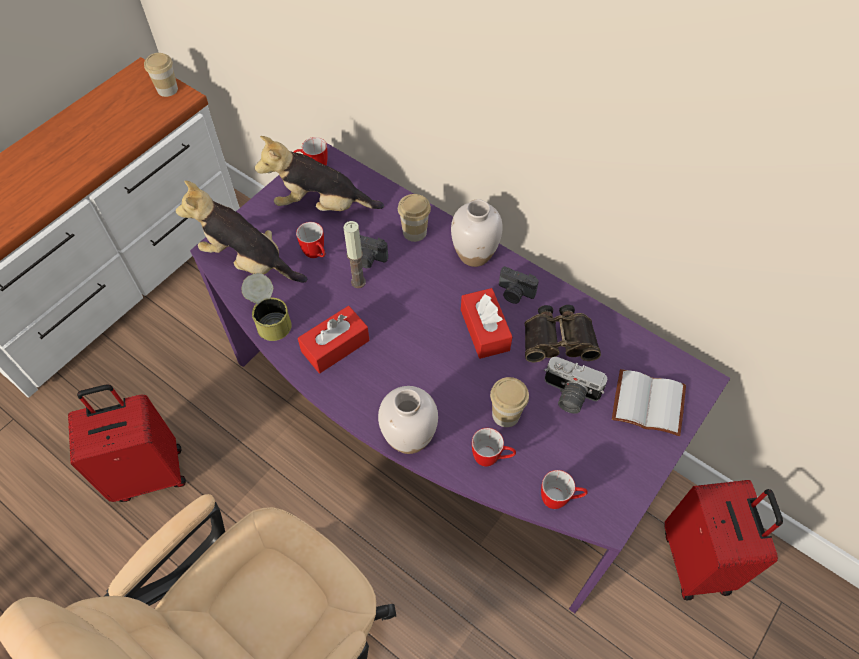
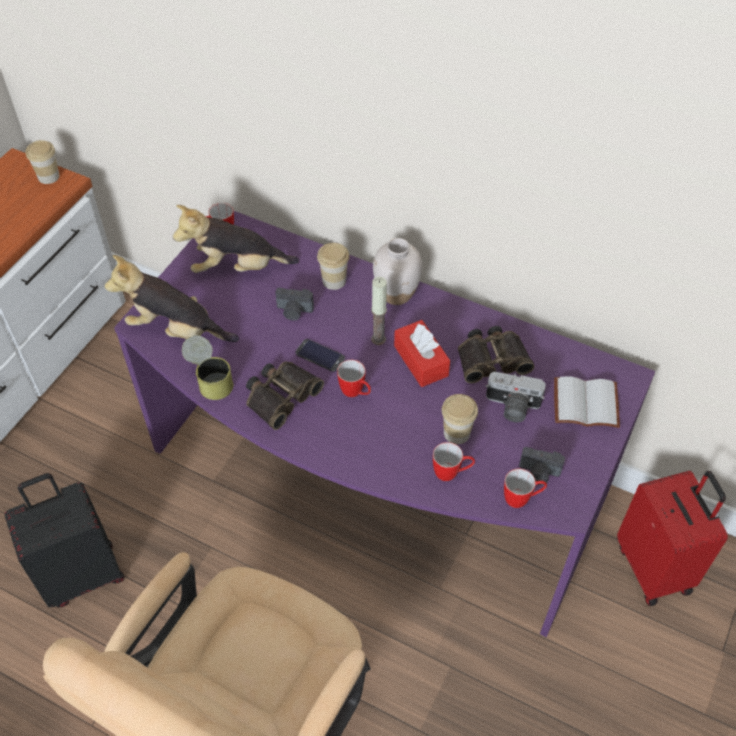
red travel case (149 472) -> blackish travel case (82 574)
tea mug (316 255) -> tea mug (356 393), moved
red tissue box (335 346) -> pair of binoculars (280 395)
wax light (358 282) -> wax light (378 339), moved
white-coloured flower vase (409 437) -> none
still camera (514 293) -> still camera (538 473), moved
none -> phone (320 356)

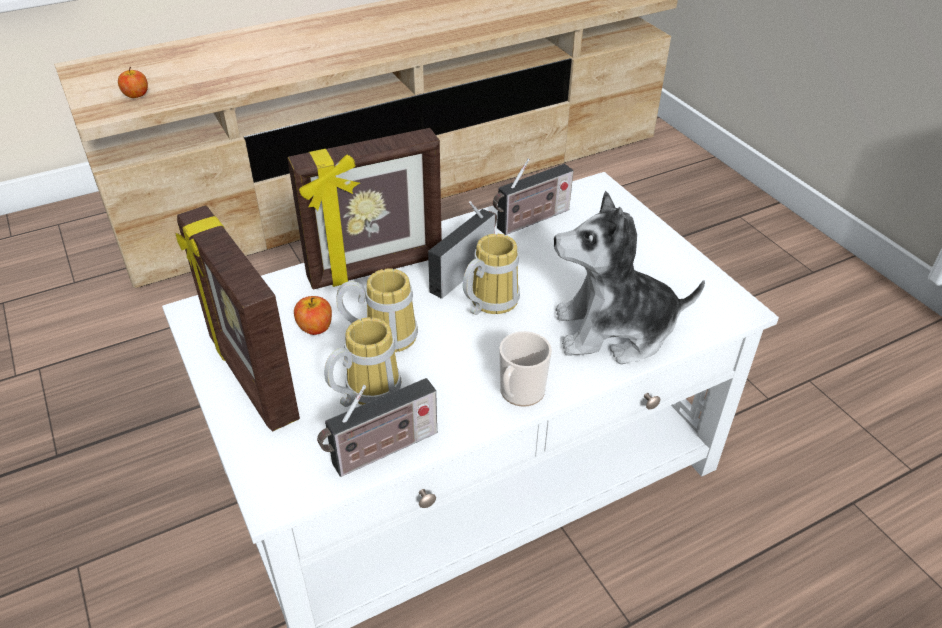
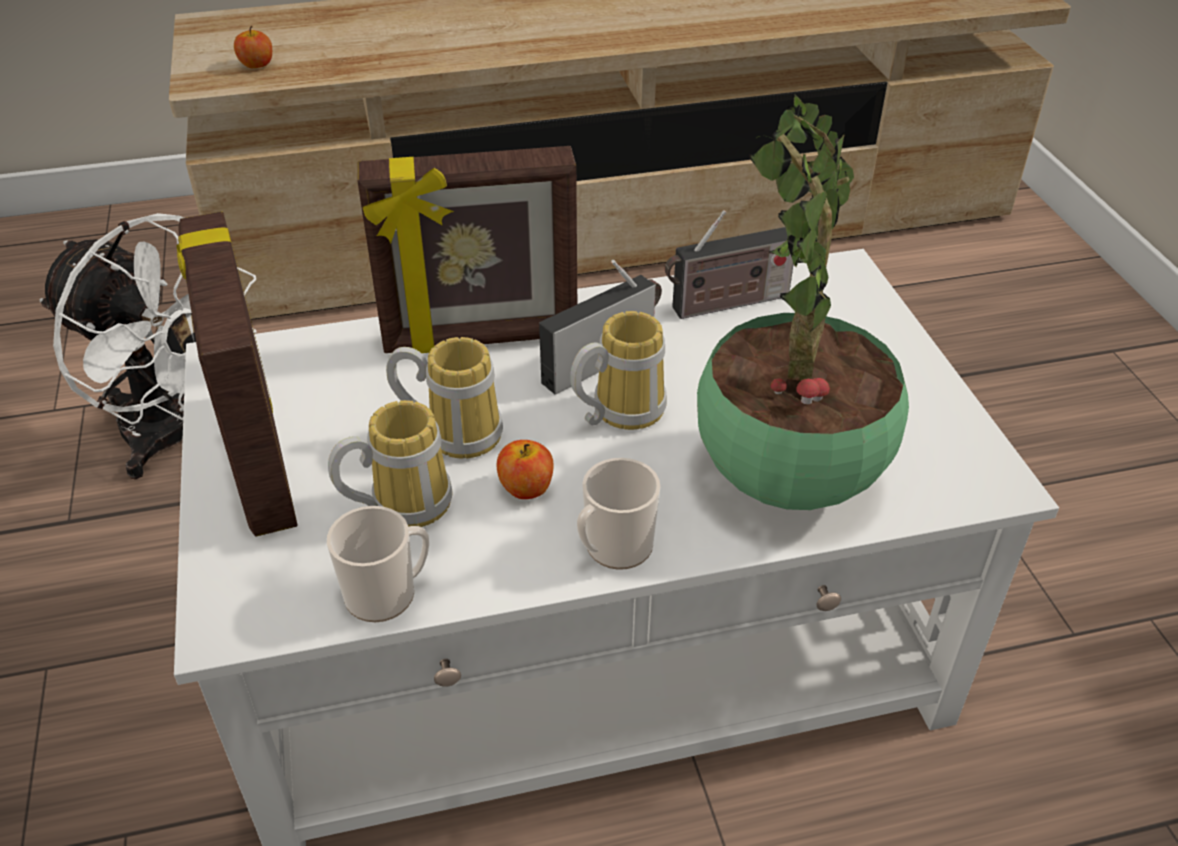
apple (315 328) -> apple (526 488), moved
radio (381 451) -> tea mug (388 593)
cuddly toy (614 331) -> houseplant (788 484)
none -> white-coloured cooling fan (178 436)

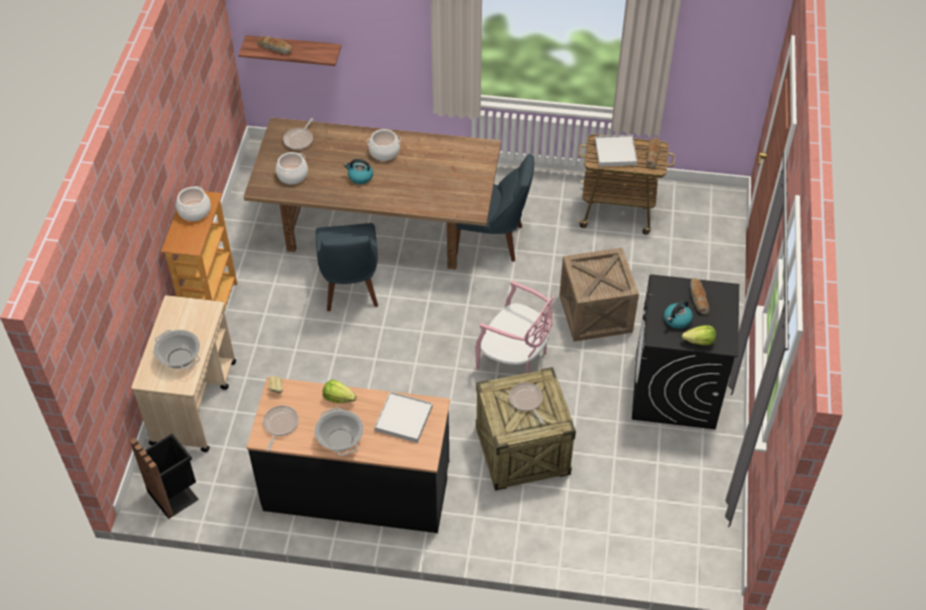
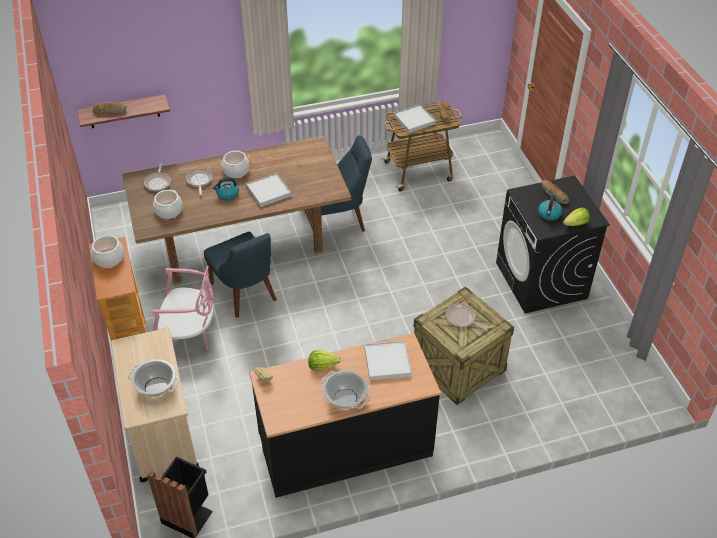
skillet (280 425) -> skillet (199 181), moved
pinkish plain chair (514 358) -> pinkish plain chair (189 335), moved
crate (595 313) -> none
none -> white-coloured tray (268 191)

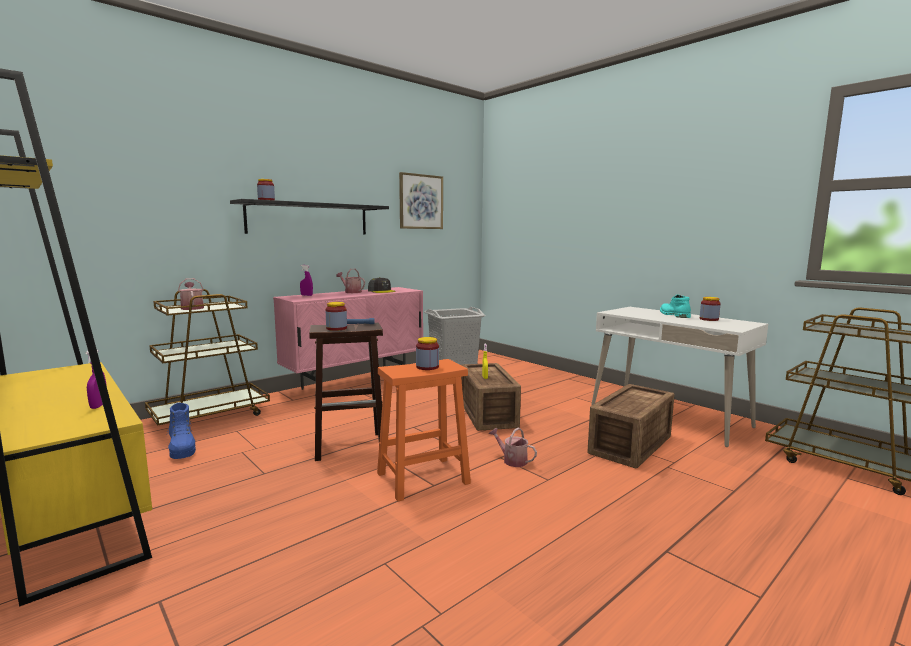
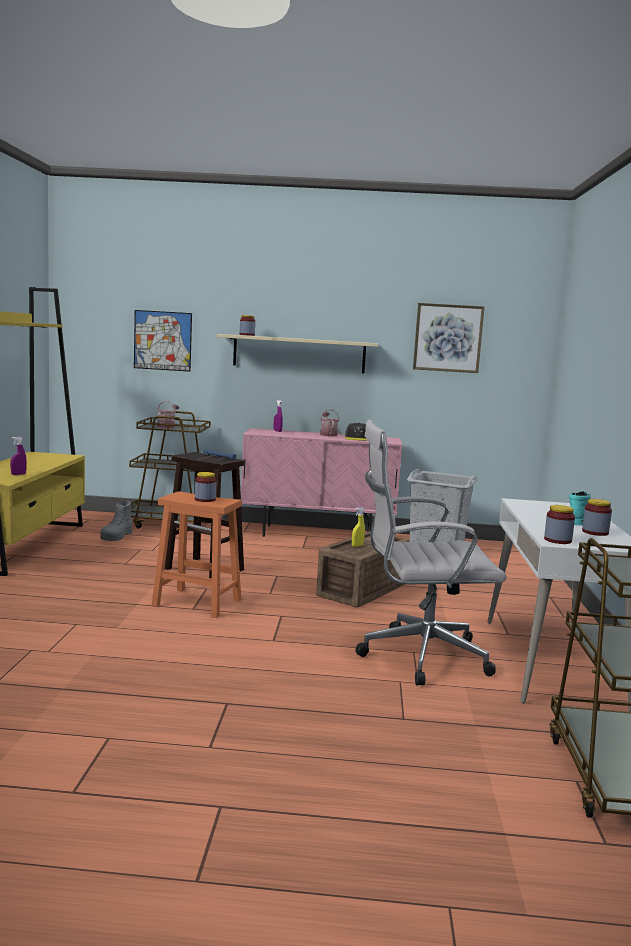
blue high-top boot (182 449) -> greyish high-top boot (116 537)
blackish bracket shelf (309 219) -> sand-coloured bracket shelf (299 354)
storage jar (336 328) -> storage jar (557 540), moved
watering can (512 460) -> none
crate (628 445) -> white-coloured desk chair (418 656)
none -> picture (162 340)

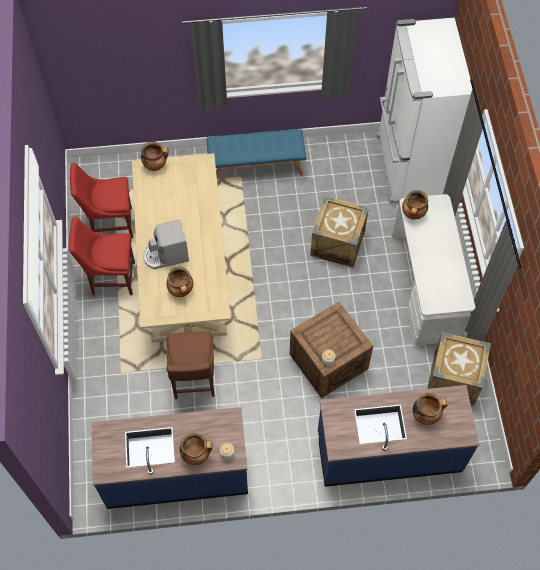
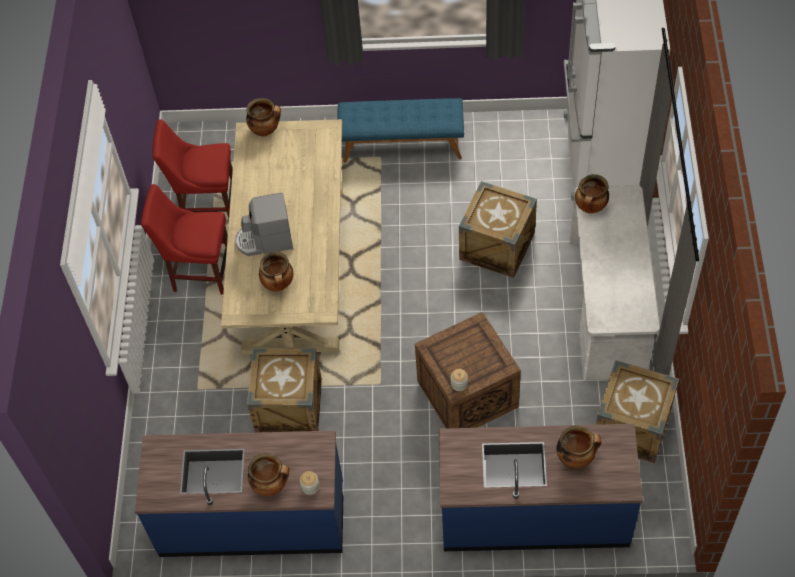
brownish plain chair (193 381) -> crate (289 406)

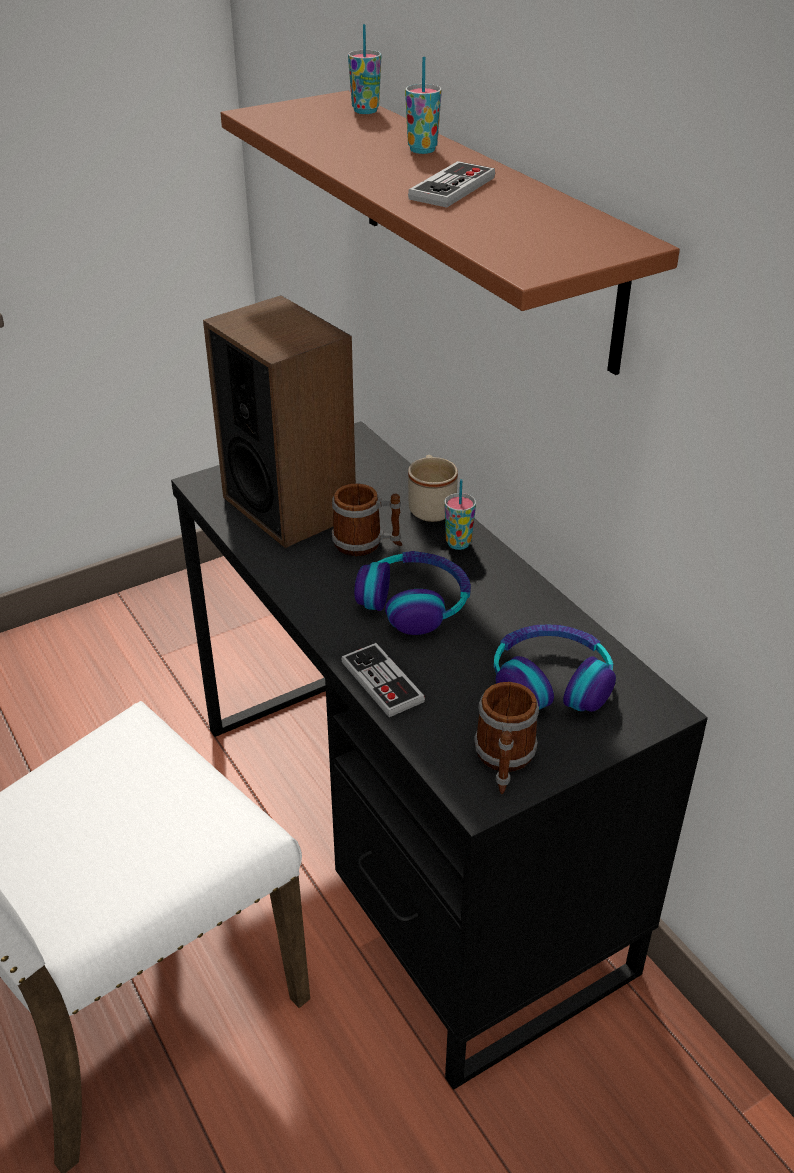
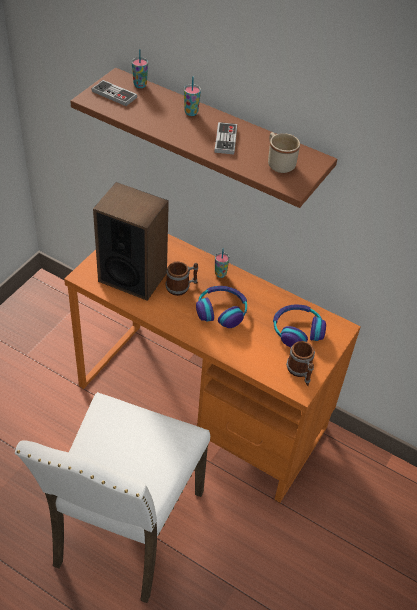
blackish desk table (402 840) -> orange-coloured desk table (201 407)
game controller (382 682) -> game controller (114 94), moved
sand-coloured tea mug (431 506) -> sand-coloured tea mug (279 162), moved

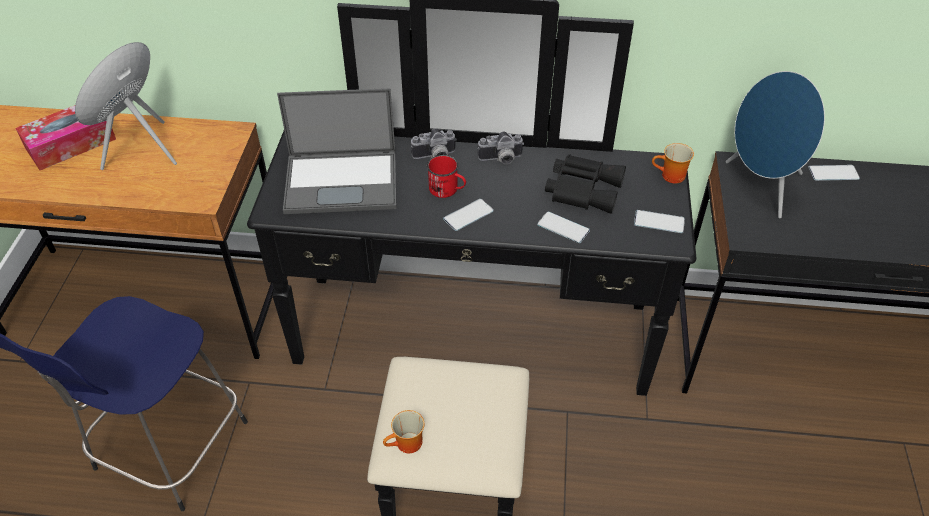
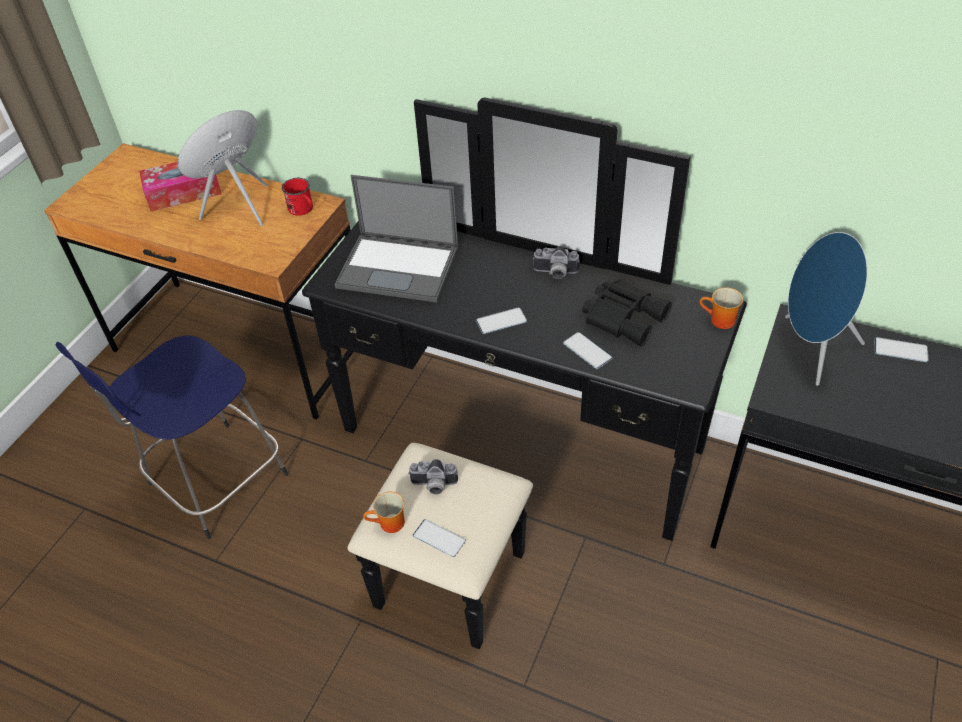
still camera (435 157) -> still camera (433 486), moved
red tea mug (447 190) -> red tea mug (303 210), moved
phone (659 222) -> phone (439 538), moved

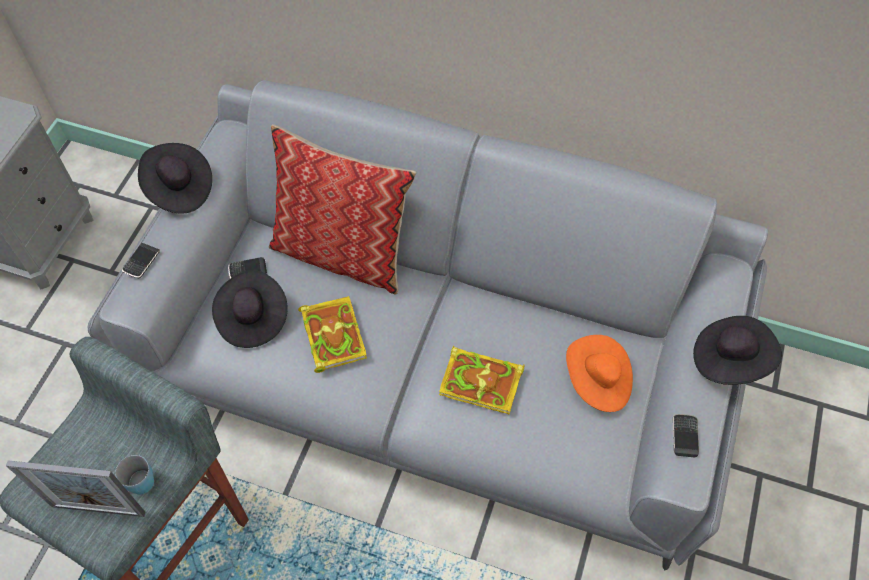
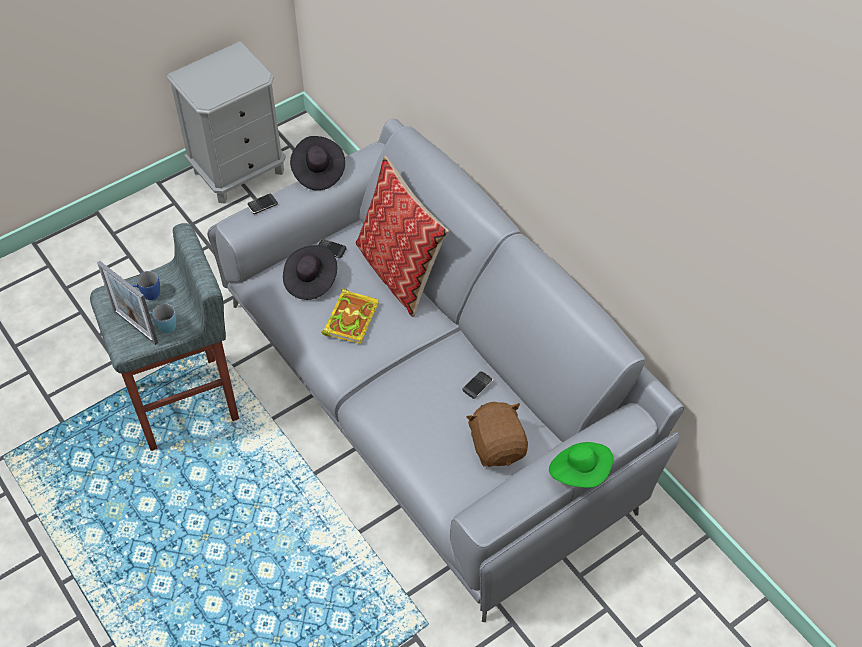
bound book (483 382) -> none
orange-coloured hat (597 382) -> brownish cuddly toy (497 446)
phone (684 436) -> phone (477 386), moved
blackish hat (729 359) -> green-coloured hat (580 472)
none -> blue tea mug (147 295)

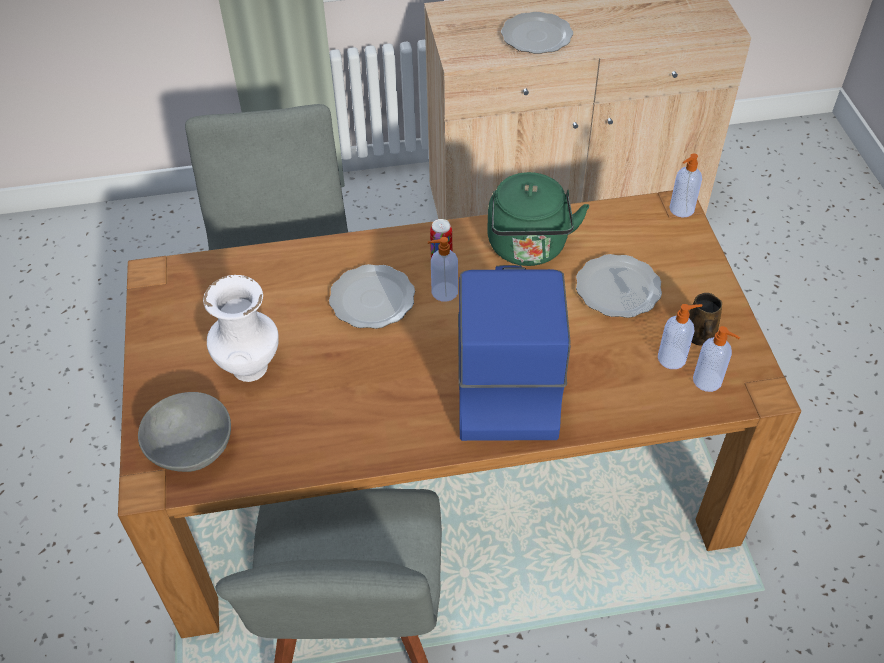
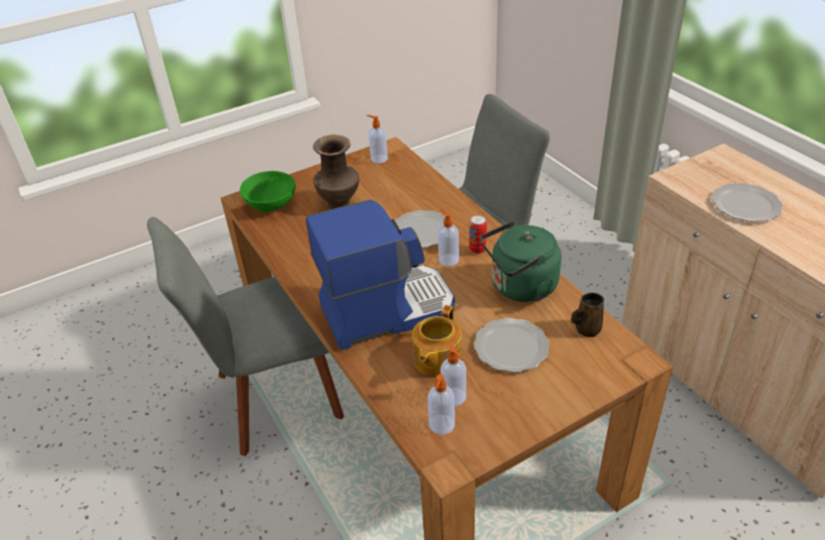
greyish bowl (192 449) -> green-coloured bowl (271 204)
white-coloured flower vase (249 366) -> brownish flower vase (339 203)
soap dispenser (681 209) -> soap dispenser (378 159), moved
brownish tea mug (699 337) -> brownish tea mug (586 329), moved
none -> pot for tea (436 360)

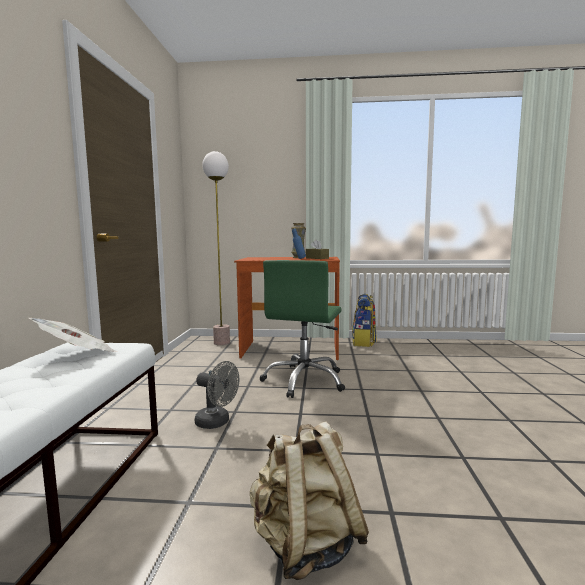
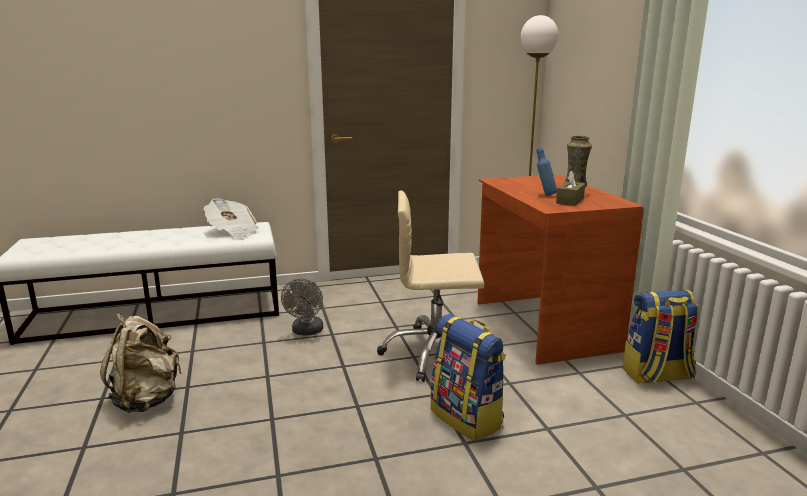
green-coloured desk chair (304 381) -> sand-coloured desk chair (435 353)
none -> knapsack (467 418)

